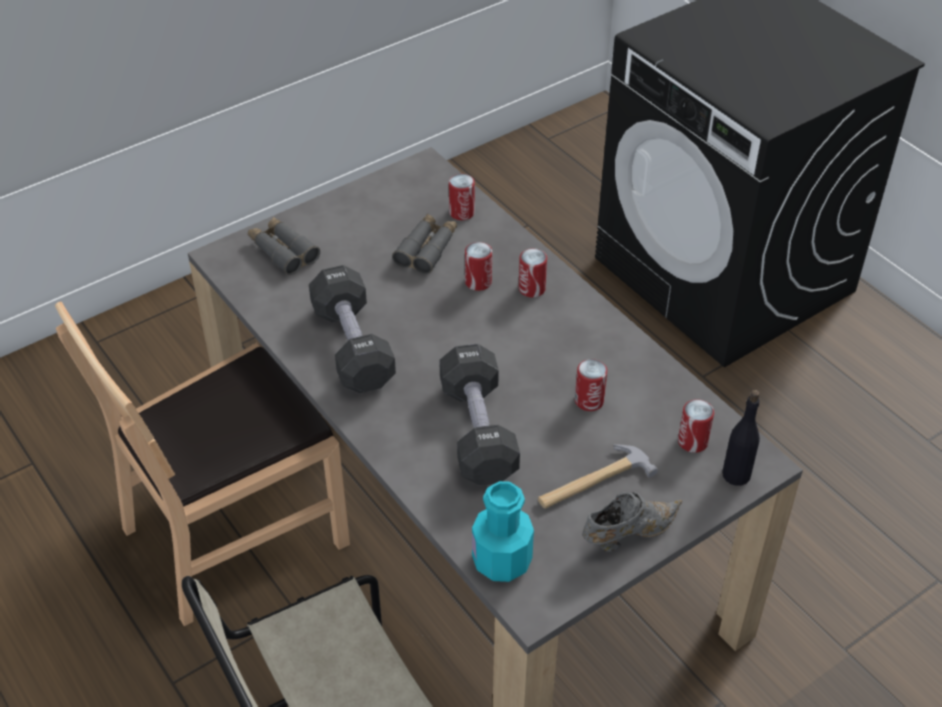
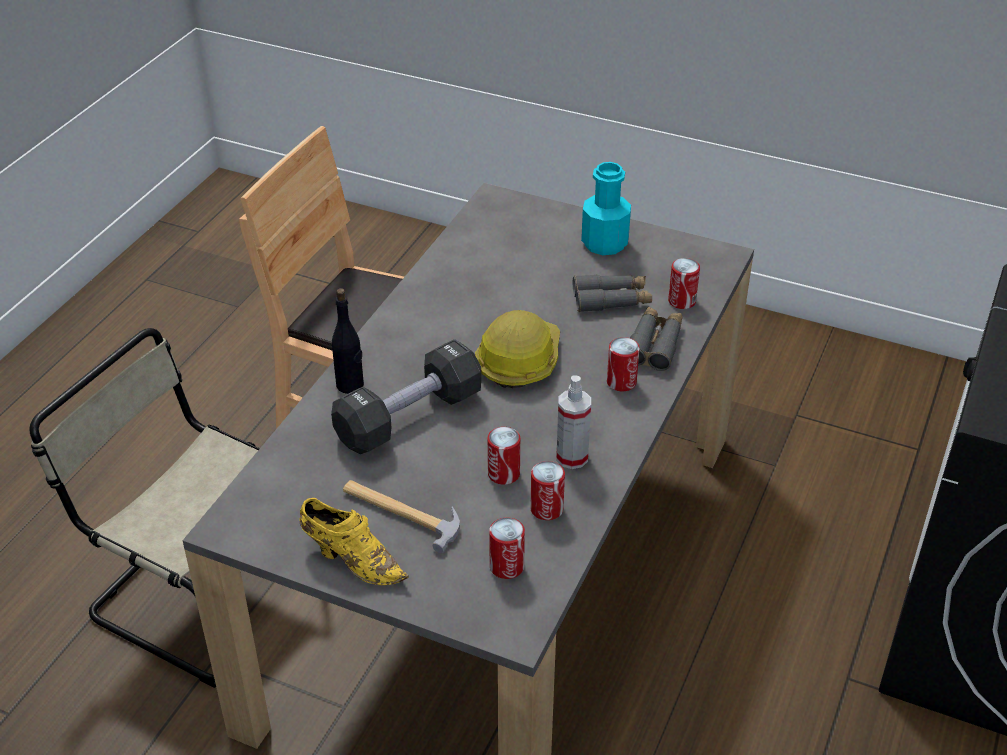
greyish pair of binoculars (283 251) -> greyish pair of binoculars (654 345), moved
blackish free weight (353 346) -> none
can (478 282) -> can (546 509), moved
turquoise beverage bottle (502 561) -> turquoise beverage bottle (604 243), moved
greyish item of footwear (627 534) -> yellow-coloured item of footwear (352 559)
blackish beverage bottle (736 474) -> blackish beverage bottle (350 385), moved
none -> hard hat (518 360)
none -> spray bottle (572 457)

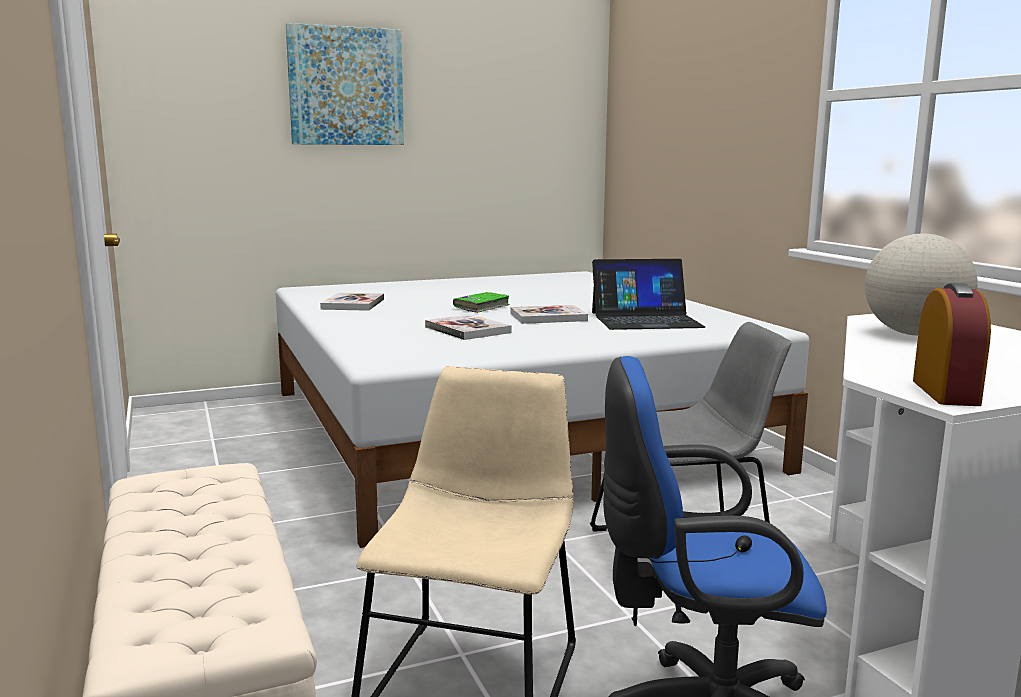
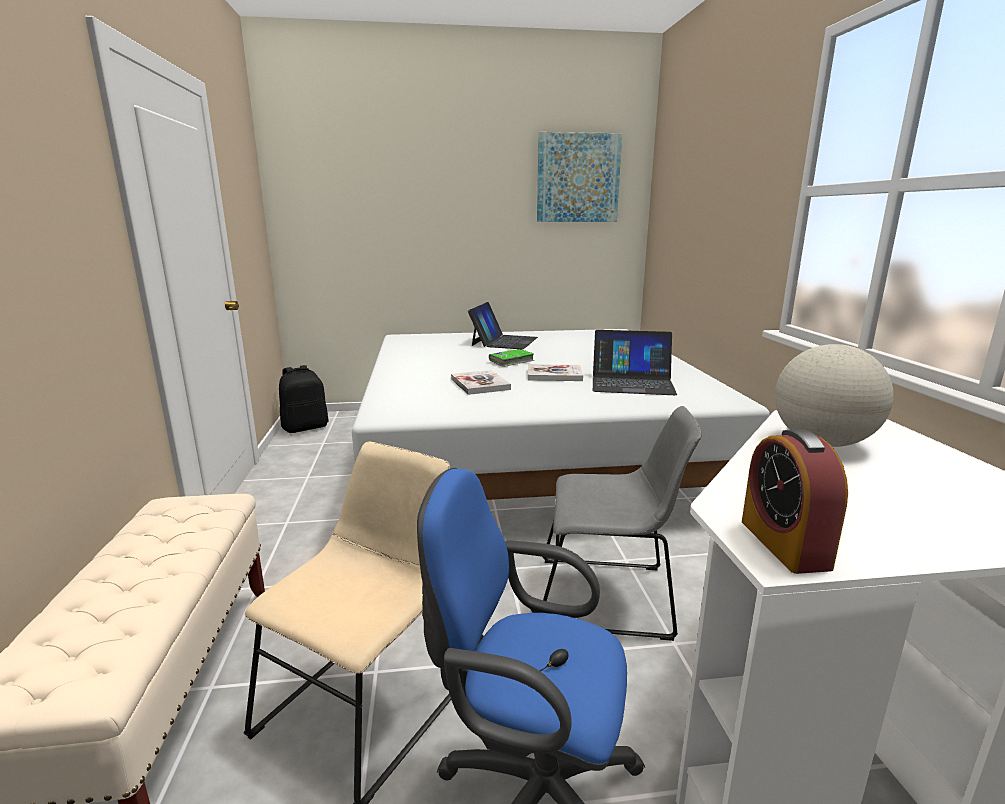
picture (346 86) -> picture (578 178), moved
bound book (353 304) -> none
alarm clock (945 392) -> alarm clock (784 544), 150 degrees clockwise
none -> blackish knapsack (305 427)
none -> notebook computer (504 341)

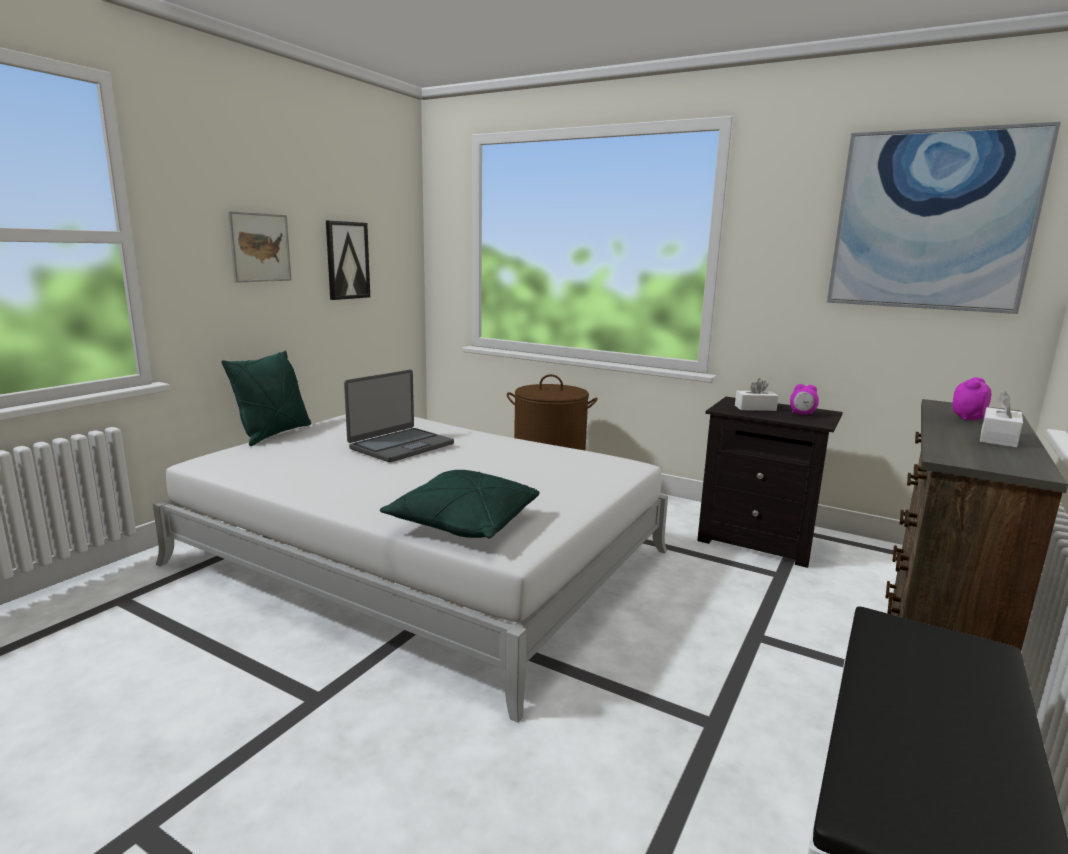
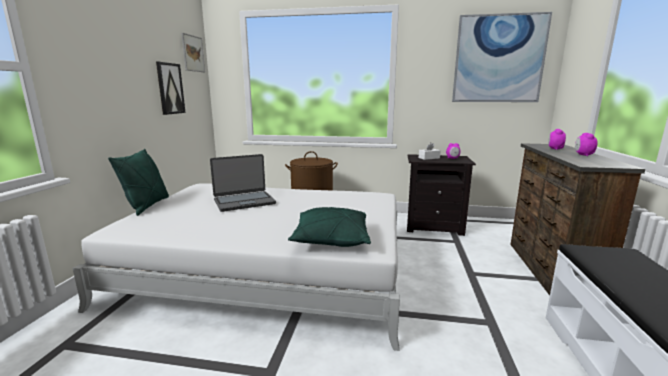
picture (260 247) -> picture (193 53), moved
notebook computer (401 446) -> notebook computer (244 202), 45 degrees clockwise
white-coloured tissue box (998 438) -> alarm clock (583 155)

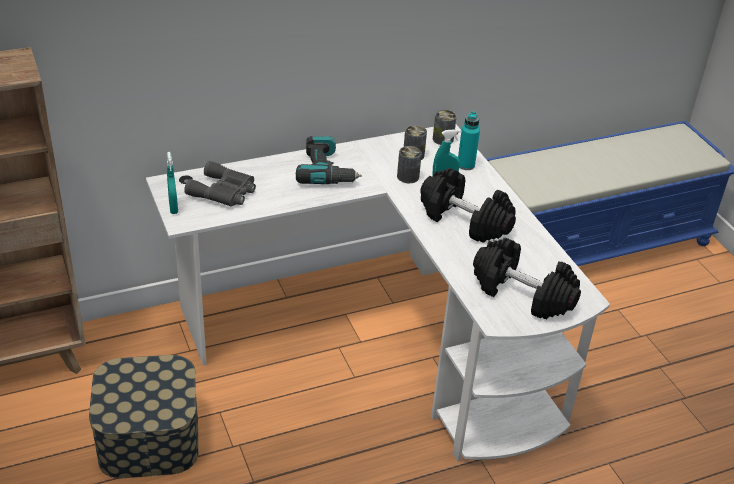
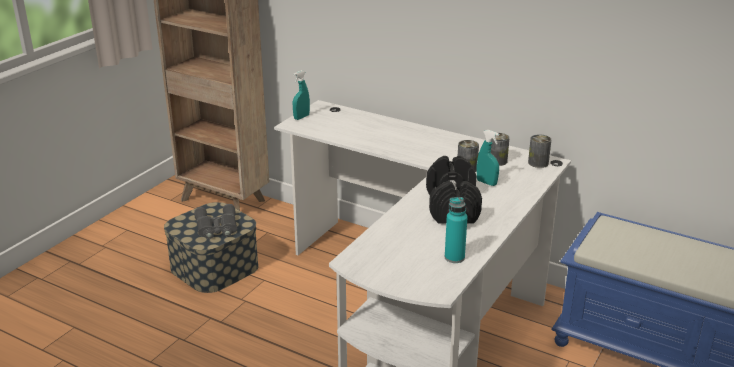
greyish pair of binoculars (224 192) -> greyish pair of binoculars (216 227), moved
power drill (326 171) -> none
turquoise beverage bottle (465 165) -> turquoise beverage bottle (454 257), moved
blackish free weight (522 294) -> none

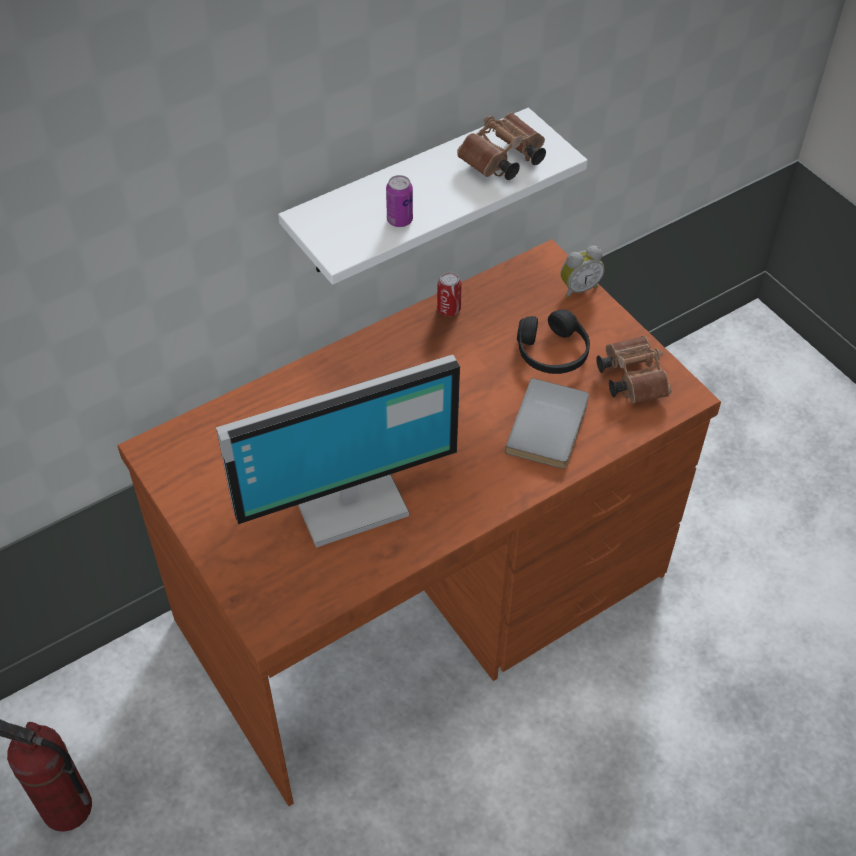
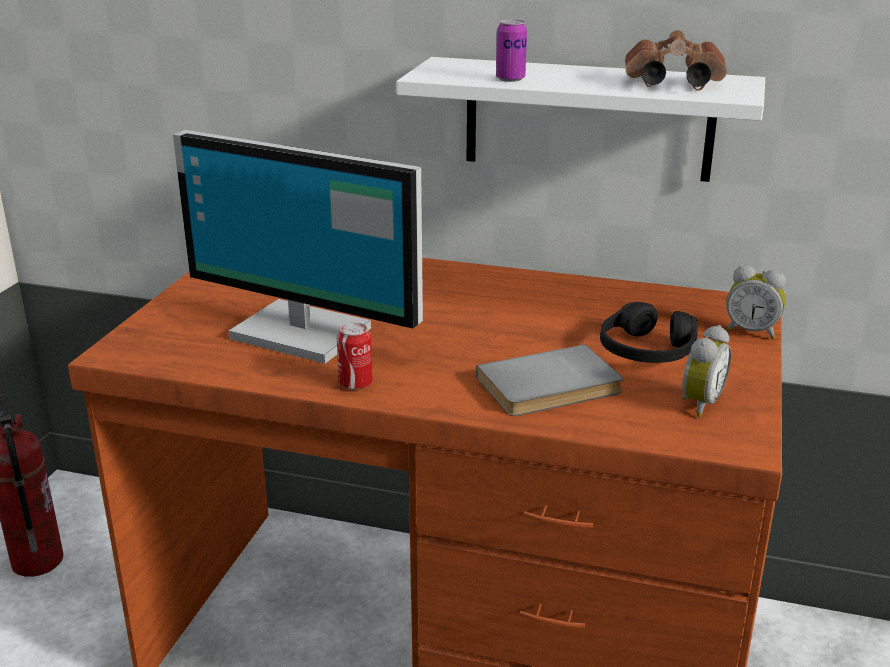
can (448 309) -> can (356 383), moved
brownish pair of binoculars (630 378) -> alarm clock (698 403)

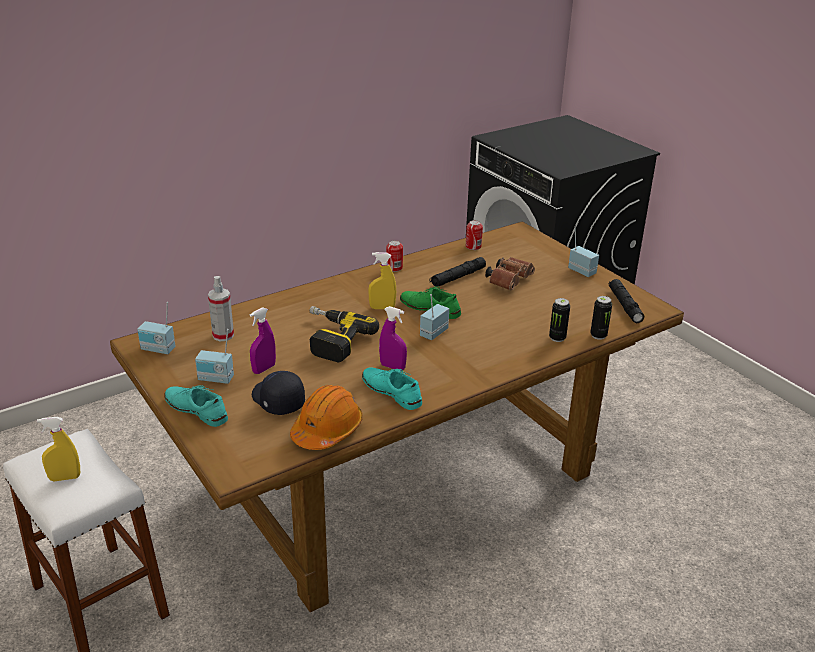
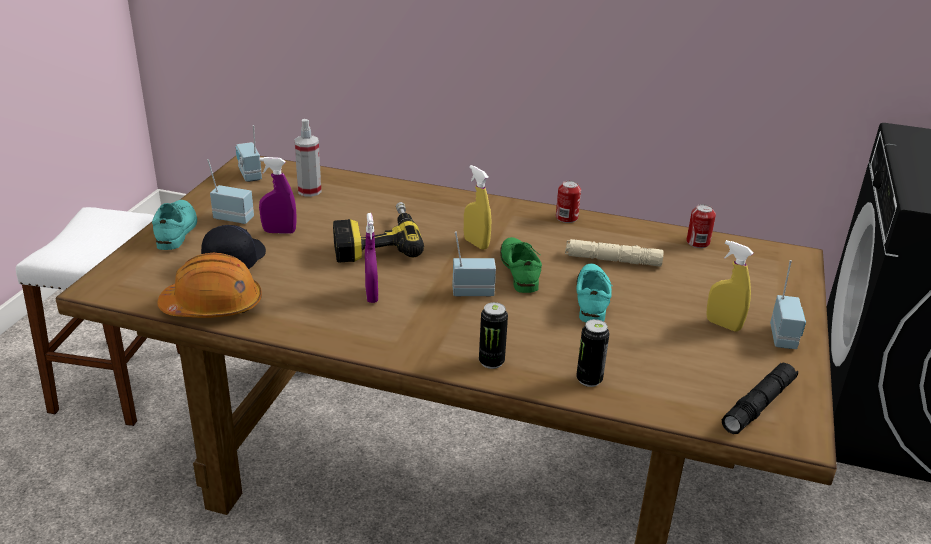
yellow-coloured spray bottle (65 478) -> yellow-coloured spray bottle (723 325), moved
radio (215 379) -> radio (234 218), 135 degrees clockwise
turquoise item of footwear (392 392) -> turquoise item of footwear (592 298), moved
blackish hand torch (457 277) -> sand-coloured hand torch (612 260)
brownish pair of binoculars (509 281) -> none
can (598 335) -> can (491 362), moved

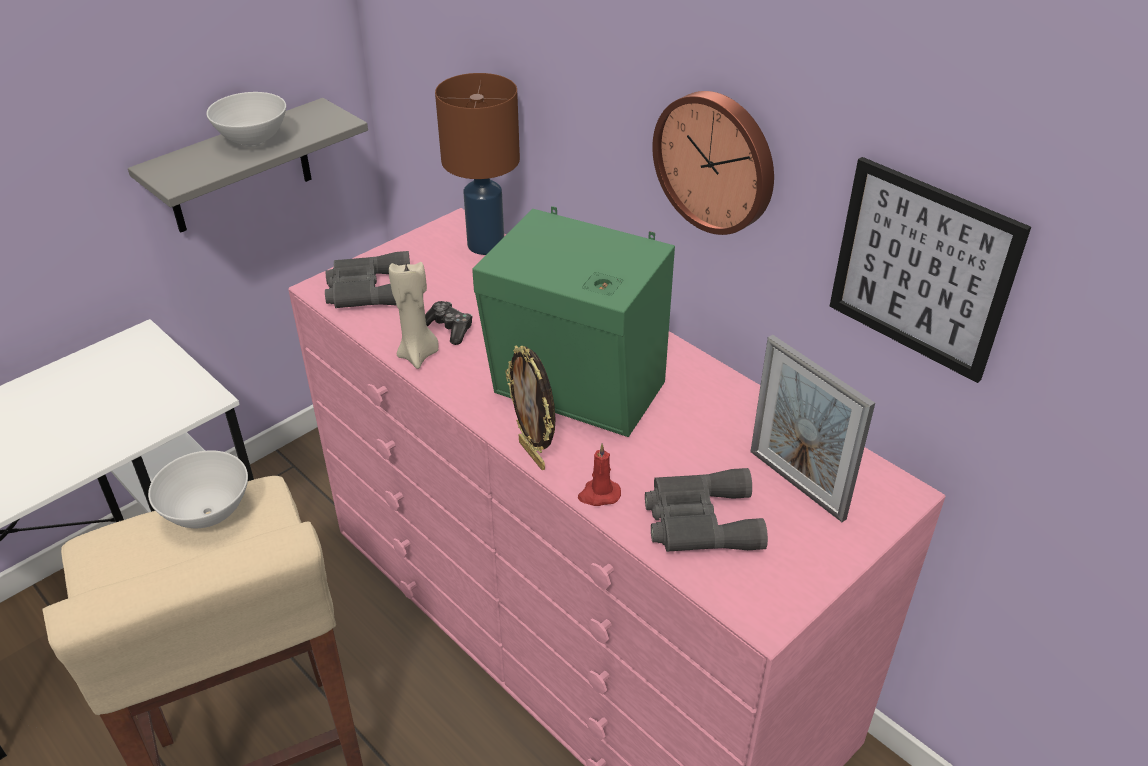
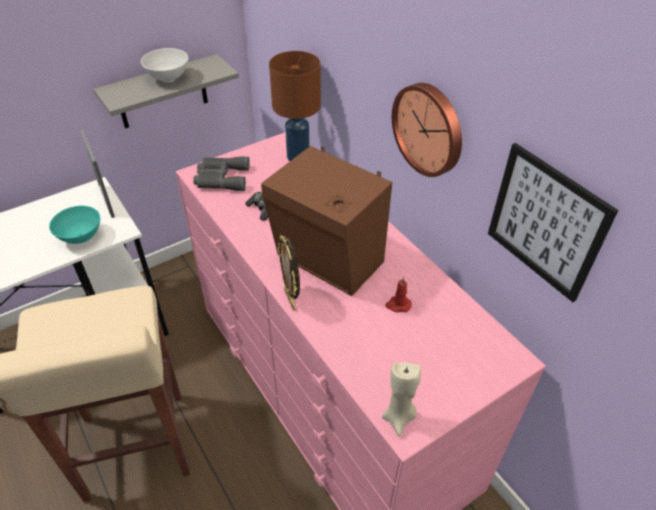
white-coloured bowl (209 514) -> none
sand-coloured wax light (418 355) -> sand-coloured wax light (399 418), moved
green-coloured loudspeaker (578 393) -> brownish loudspeaker (328 262)
red wax light (599 495) -> red wax light (398 305), moved
greyish pair of binoculars (699 520) -> none
photo frame (796 484) -> photo frame (106 201), moved
none -> turquoise bowl (81 238)

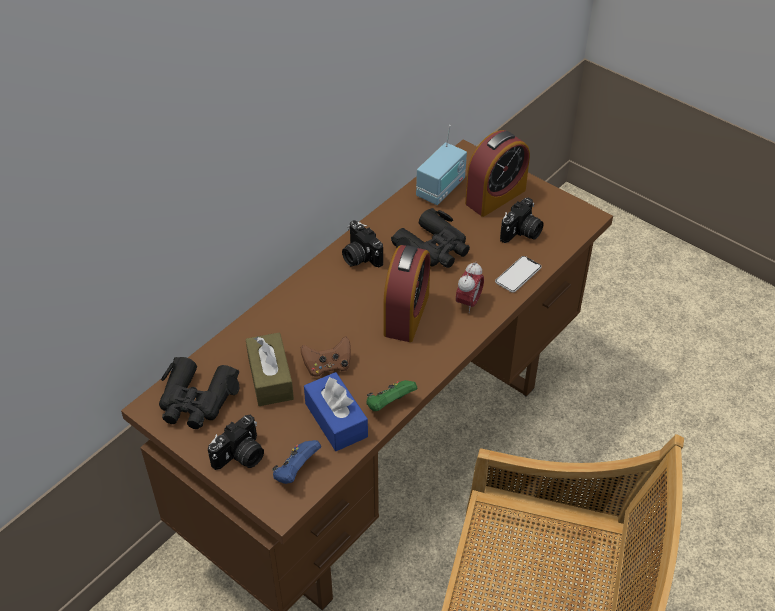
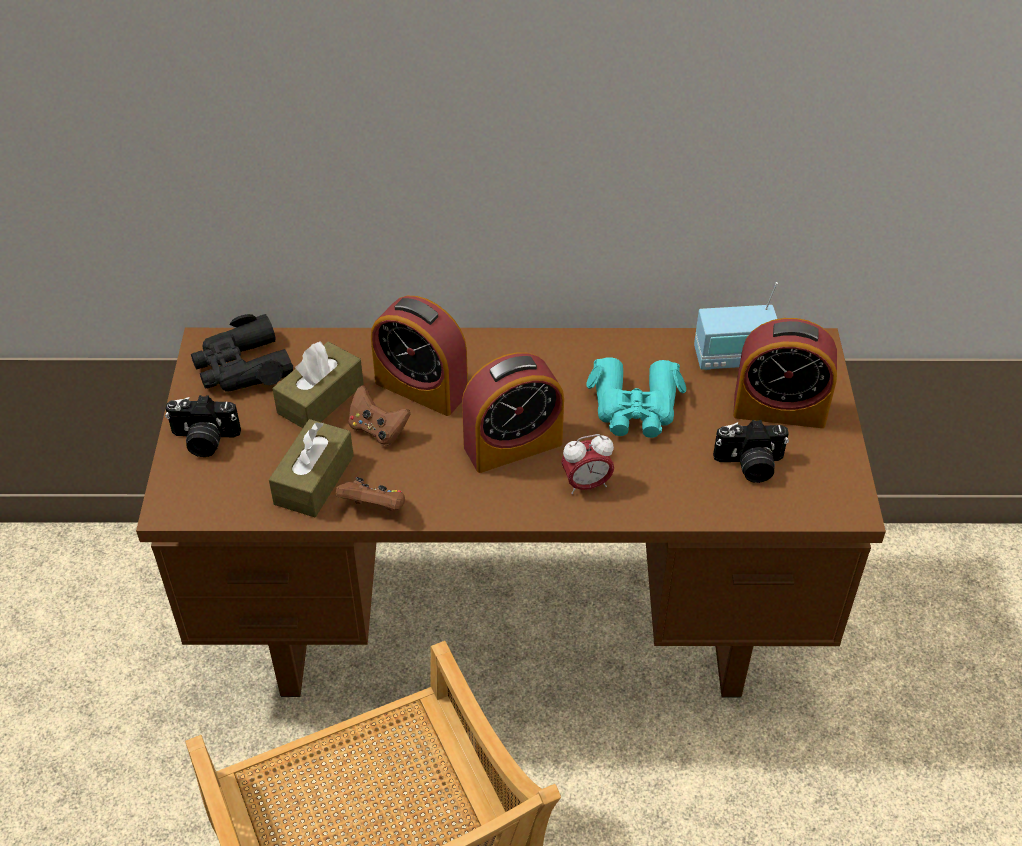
blue game controller (296 471) -> none
blue tissue box (336 420) -> brownish tissue box (314 480)
still camera (359 256) -> none
green-coloured game controller (389 404) -> brownish game controller (374 508)
blackish pair of binoculars (433 248) -> turquoise pair of binoculars (635 407)
phone (518 275) -> none
none -> alarm clock (421 388)

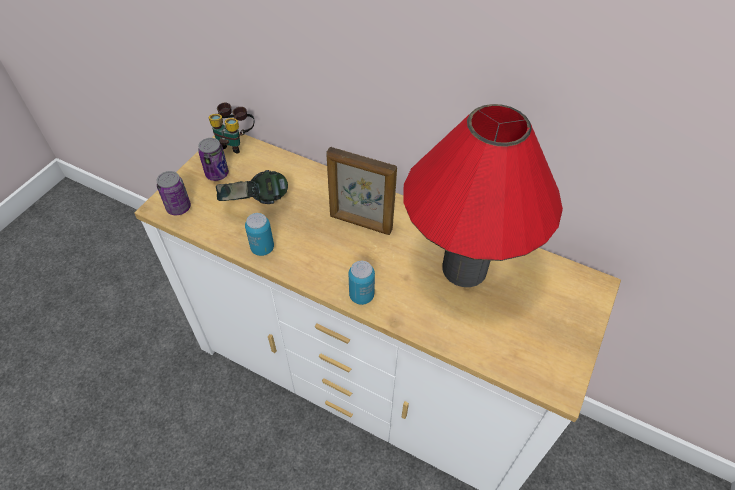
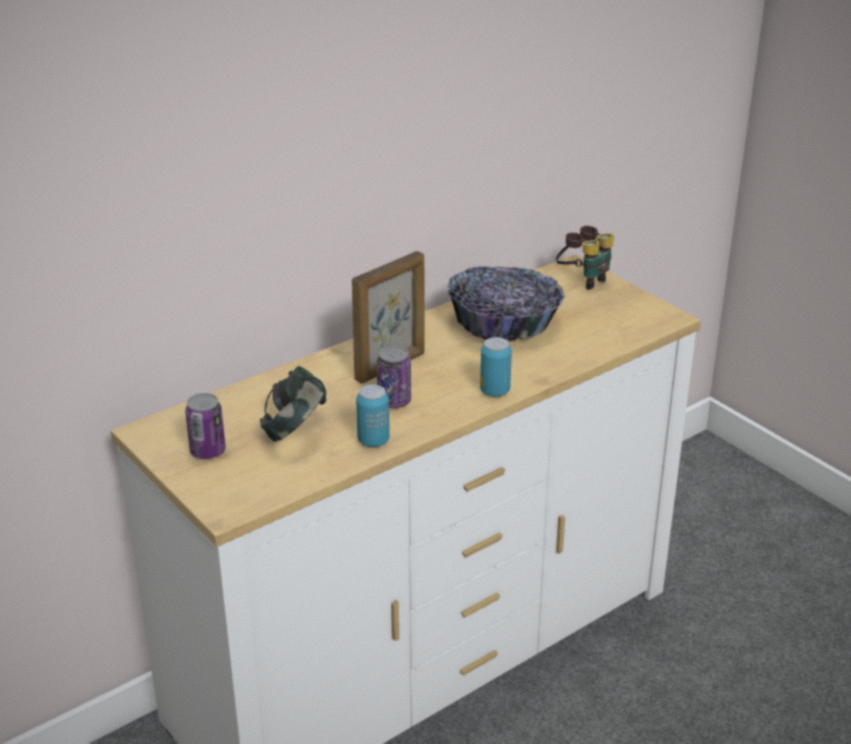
can (179 207) -> can (394 401), moved
pair of binoculars (236 142) -> pair of binoculars (584 280), moved
red table lamp (464 268) -> bowl (504 324)

